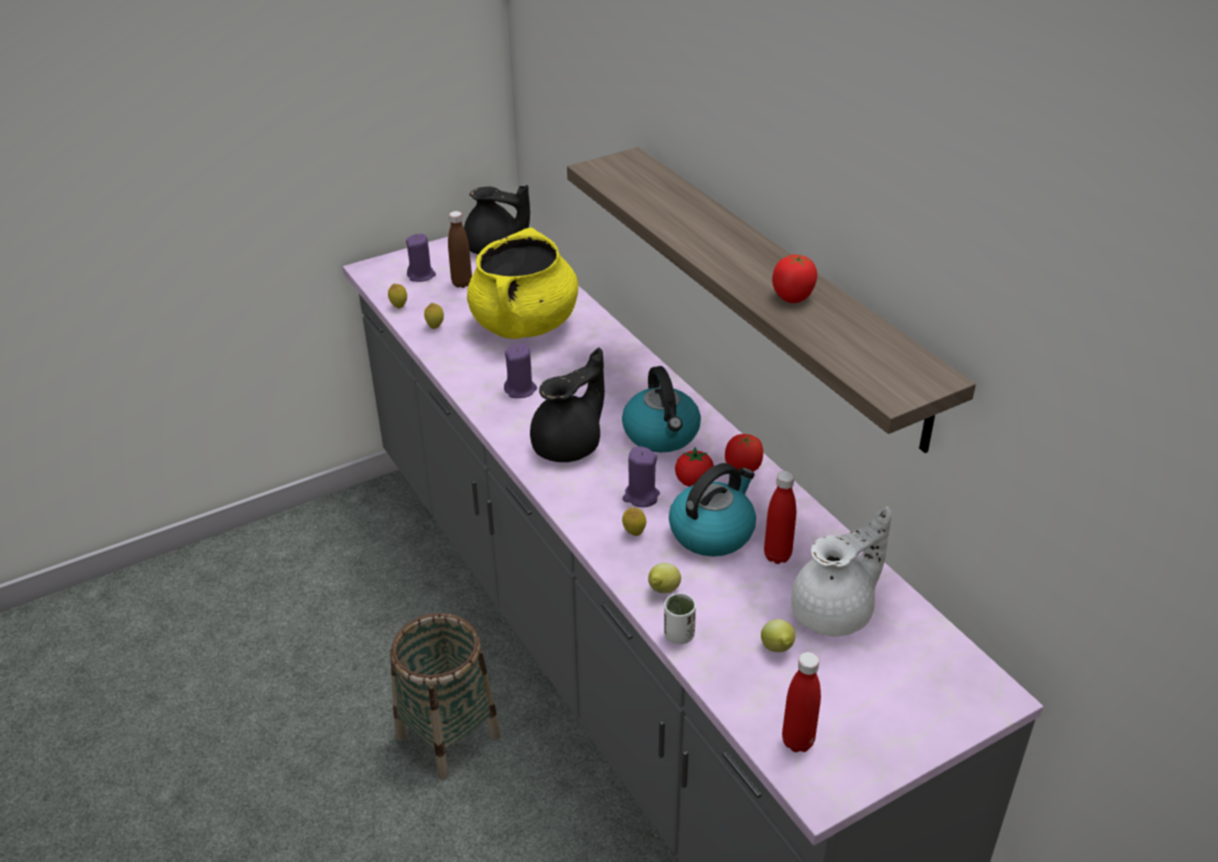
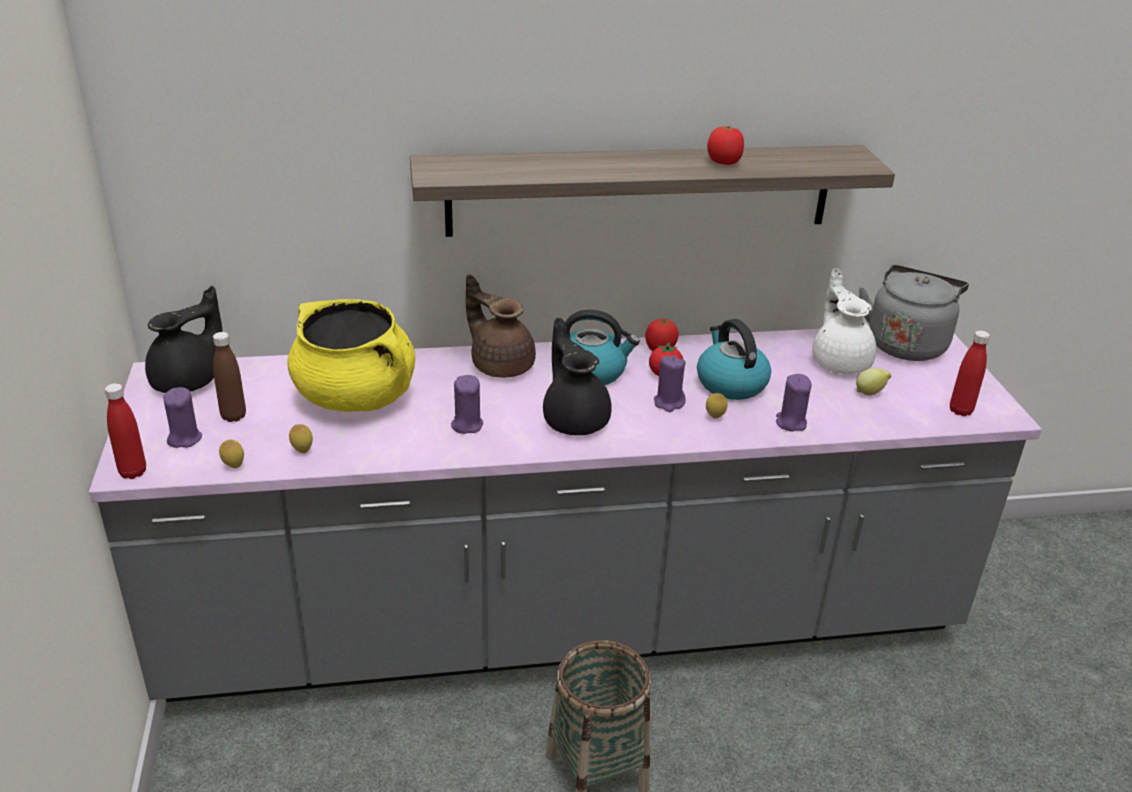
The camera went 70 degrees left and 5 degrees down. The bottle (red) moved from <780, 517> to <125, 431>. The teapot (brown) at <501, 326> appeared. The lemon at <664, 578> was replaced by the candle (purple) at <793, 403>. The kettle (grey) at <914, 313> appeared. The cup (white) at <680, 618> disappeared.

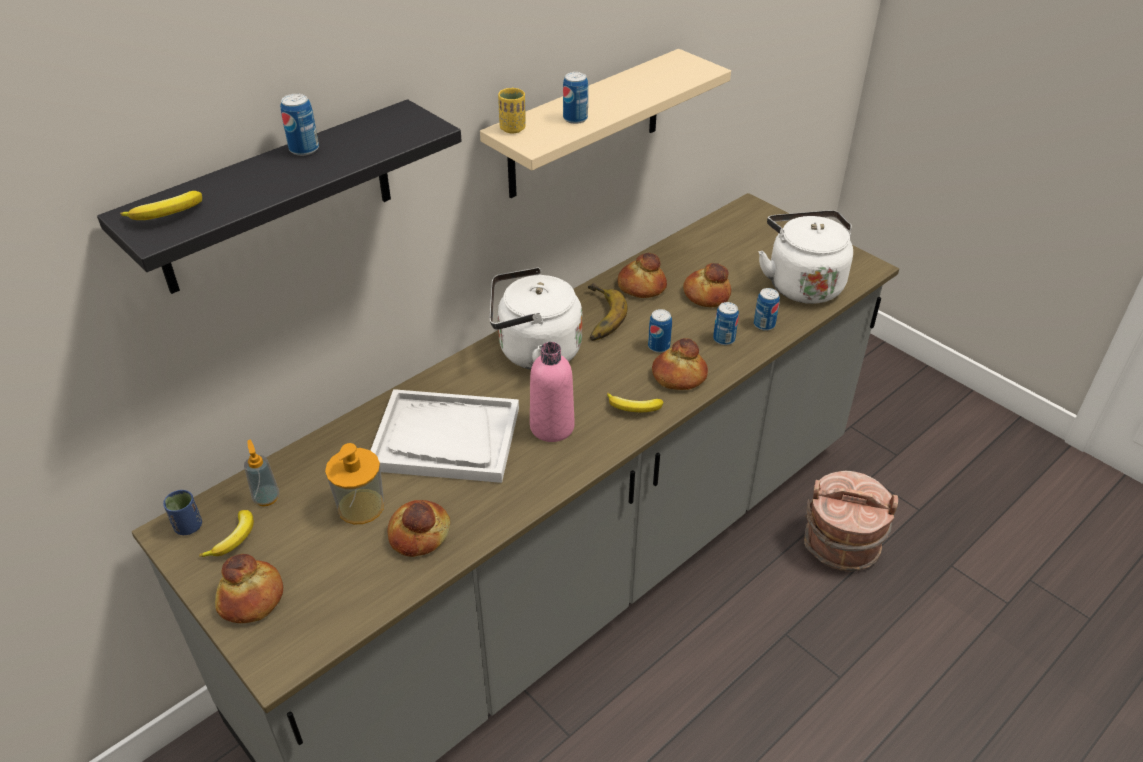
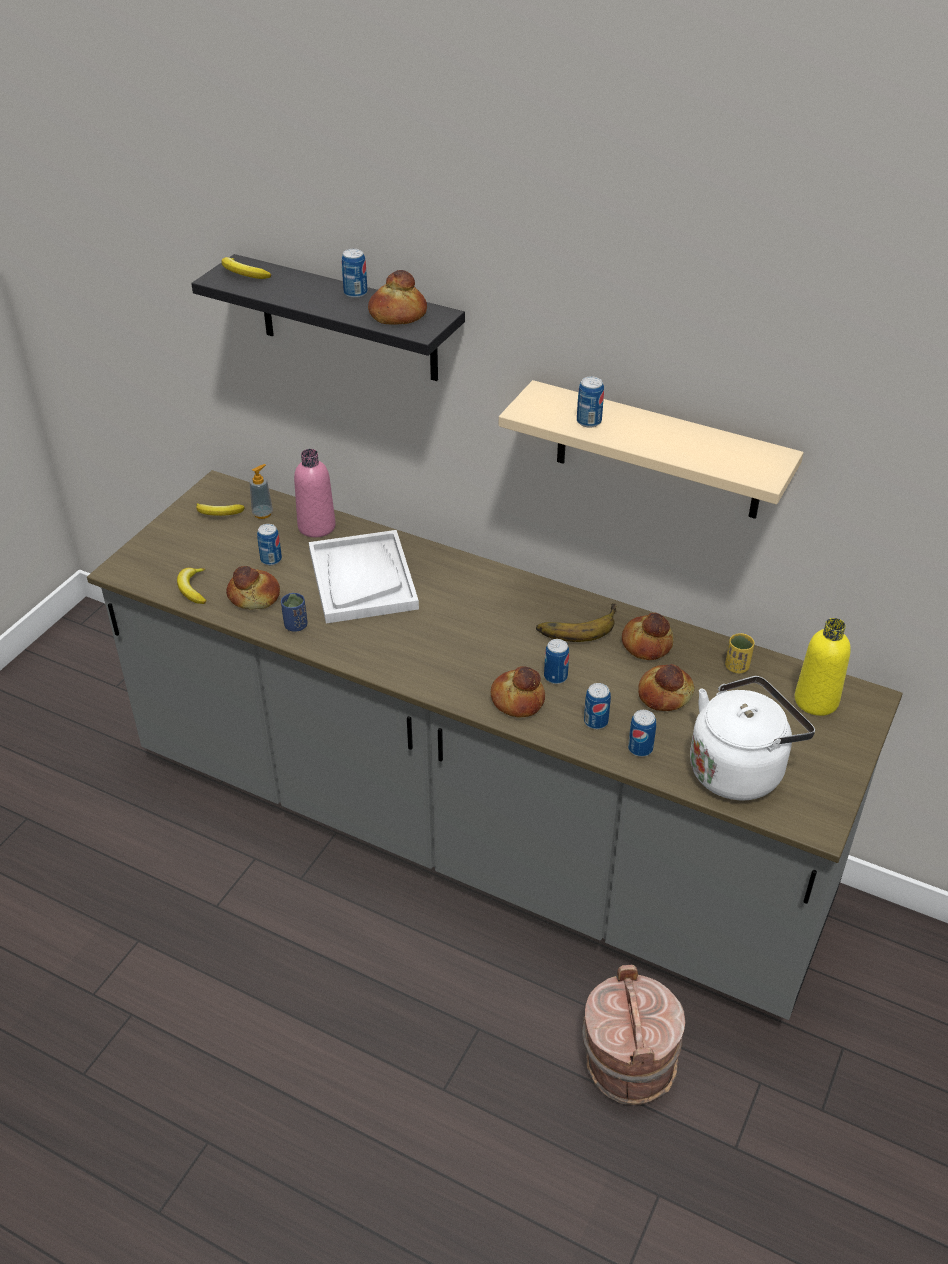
The camera went 70 degrees right and 0 degrees up. The banana moved from <635, 402> to <192, 585>. The soap dispenser at <354, 483> was replaced by the can at <269, 544>. The cup (blue) moved from <182, 512> to <294, 612>. The bottle (pink) moved from <552, 392> to <315, 493>. The bread moved from <249, 588> to <397, 297>. The cup (yellow) moved from <512, 111> to <739, 653>. The bottle (yellow) at <823, 667> appeared. The kettle (white) at <536, 318> disappeared.

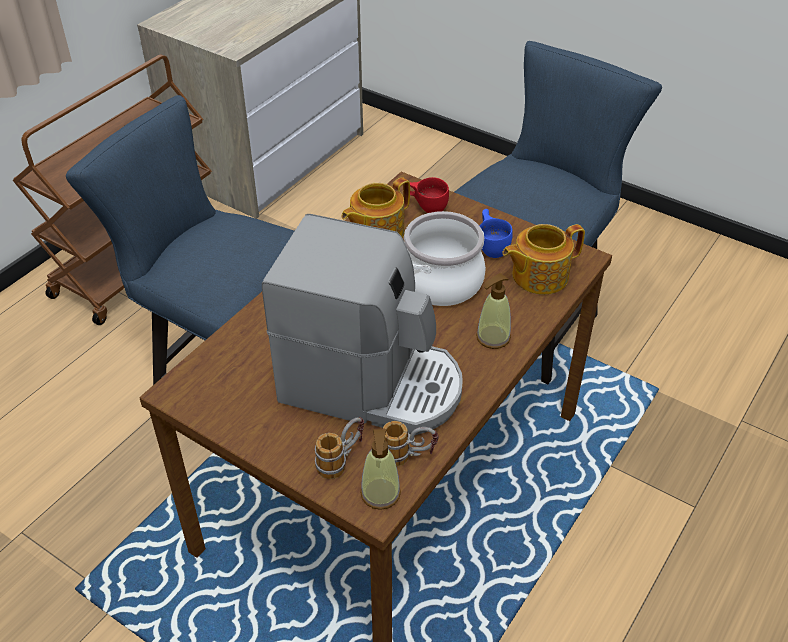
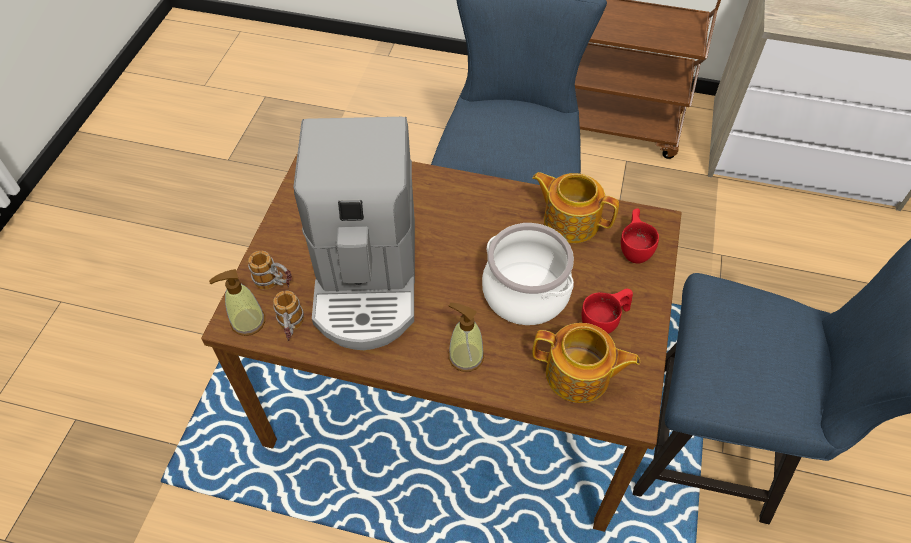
The camera went 70 degrees right and 10 degrees up. The teapot at <543, 259> turned 150 degrees clockwise. The cup (blue) at <496, 233> became the cup (red) at <607, 311>.

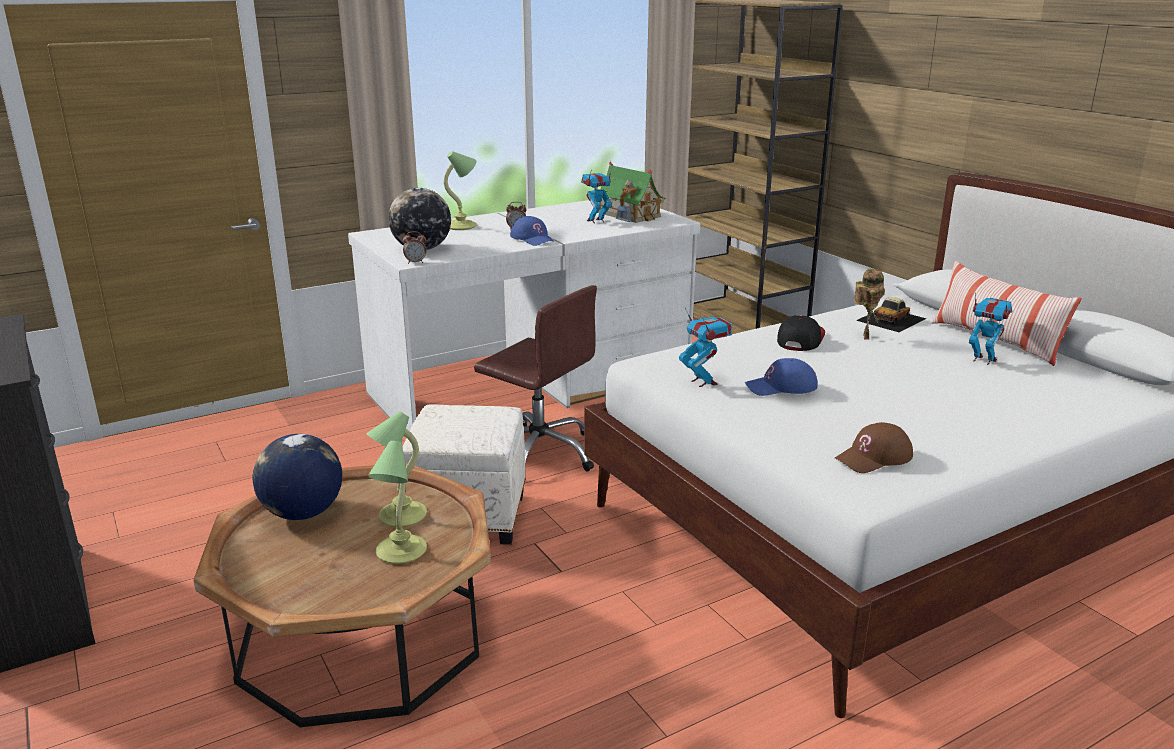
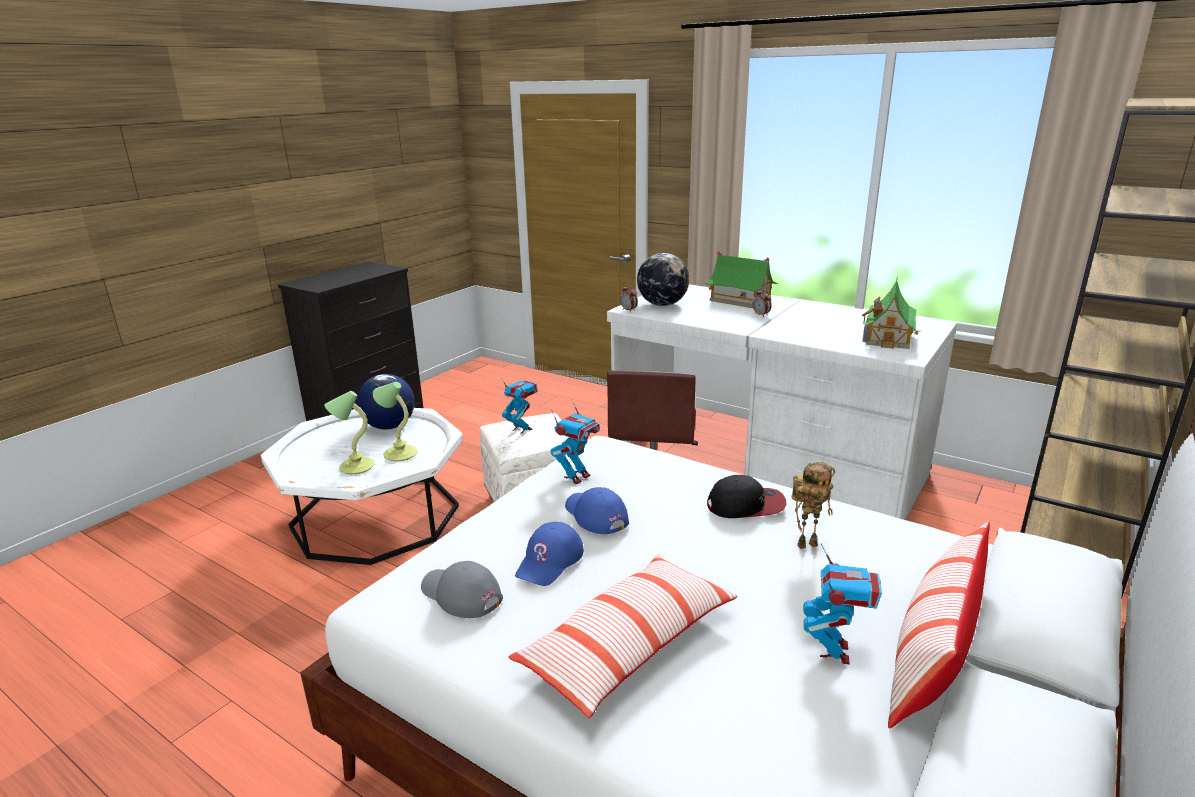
The camera went 65 degrees right and 0 degrees up. The coffee table (brown) at <342, 595> became the coffee table (white) at <362, 486>. The cap (brown) at <874, 447> became the cap (grey) at <462, 589>. The toy robot moved from <596, 195> to <519, 406>. The pillow at <623, 636> appeared. The cap (blue) moved from <532, 231> to <549, 554>. The table lamp at <460, 190> was replaced by the toy house at <742, 279>. The toy car at <891, 314> disappeared.

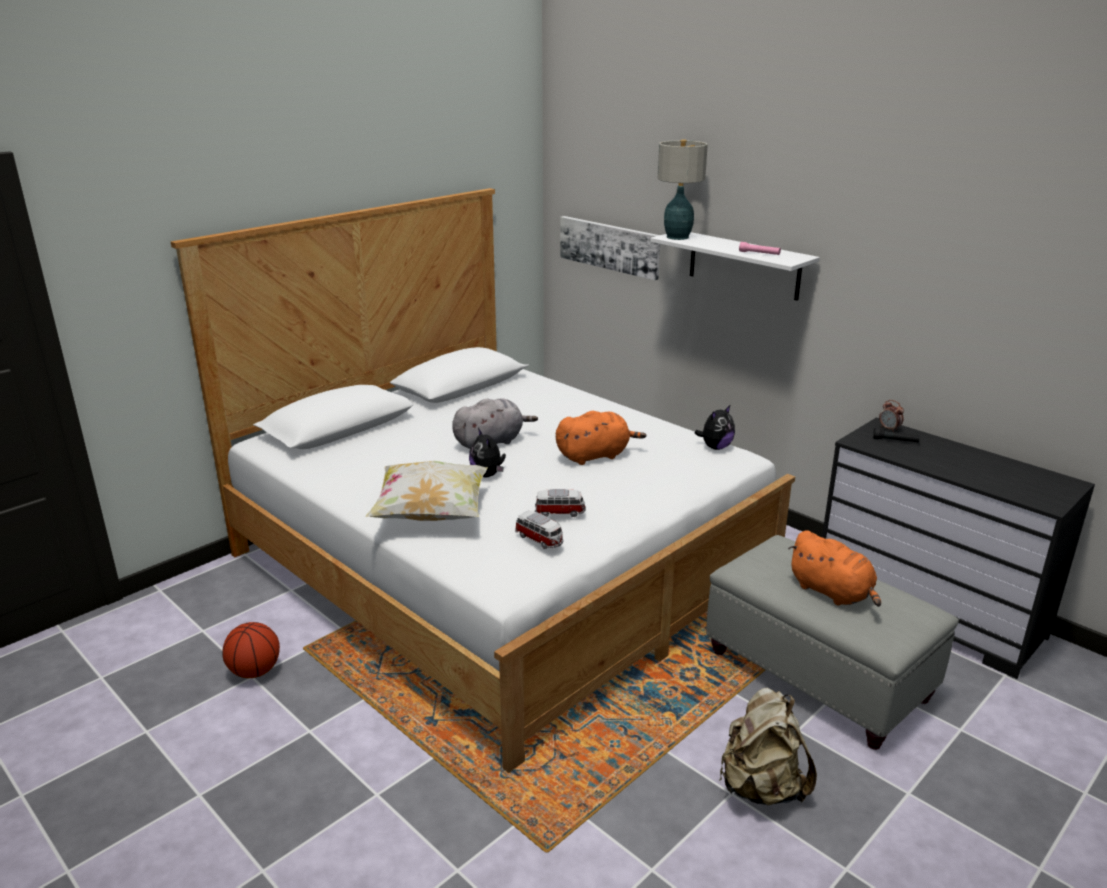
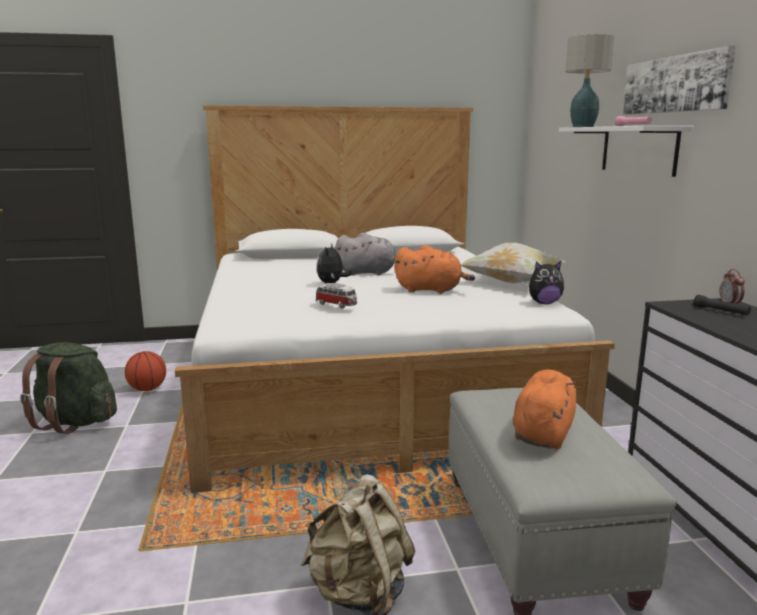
The camera went 35 degrees right and 10 degrees down. The backpack (green) at <68, 388> appeared. The pillow moved from <426, 491> to <513, 263>. The plush toy (orange) at <834, 568> turned 150 degrees counterclockwise. The picture moved from <610, 248> to <679, 80>. The toy car at <539, 530> disappeared.

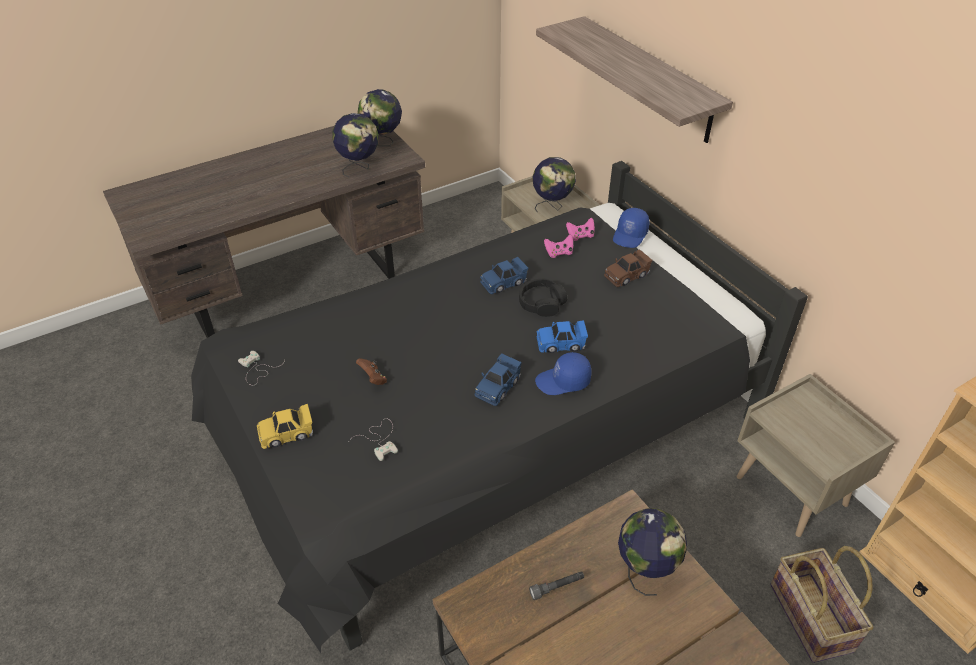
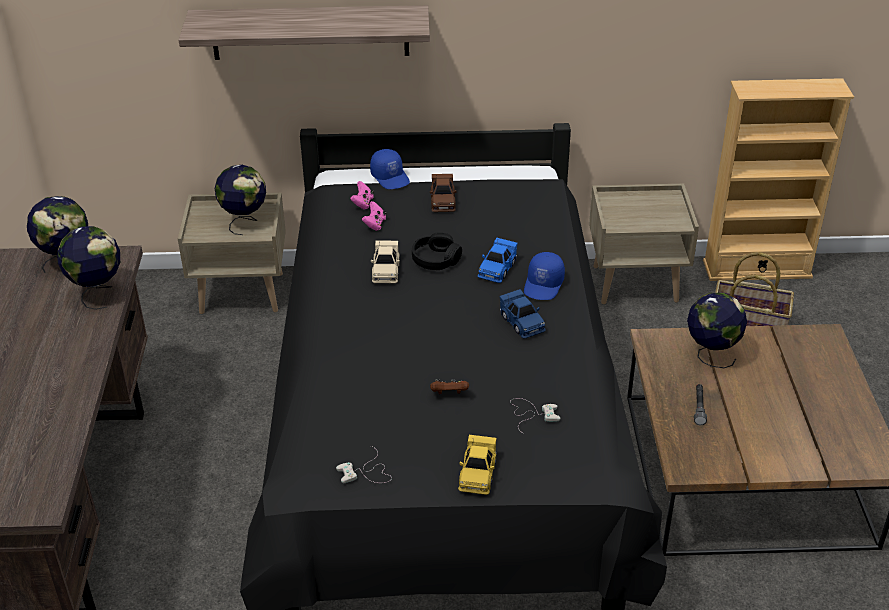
The camera went 60 degrees left and 5 degrees down. The toy car (blue) at <504, 275> became the toy car (beige) at <385, 262>.

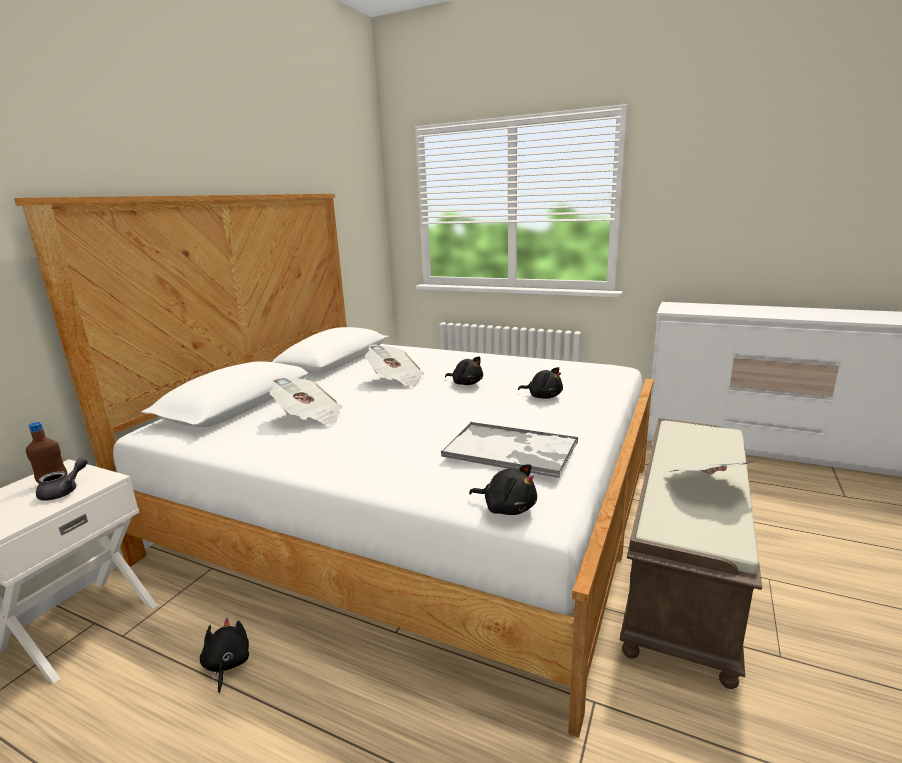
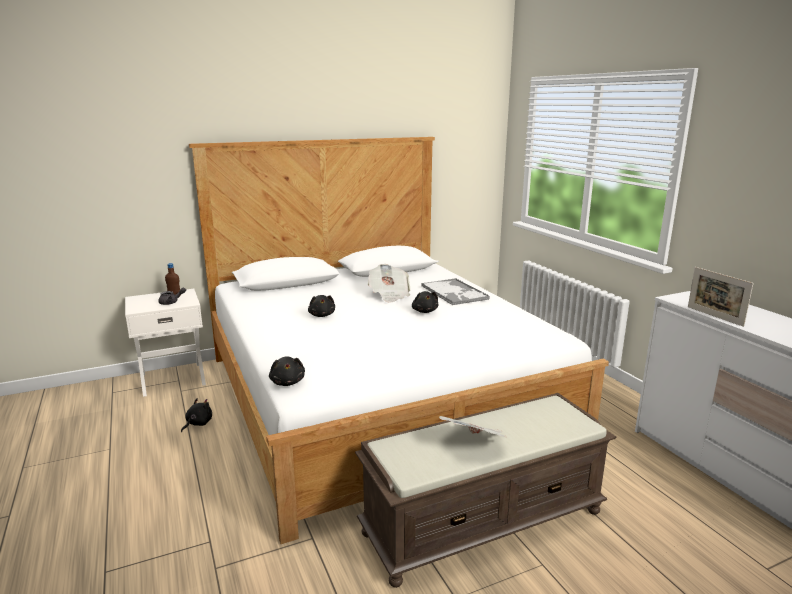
The camera went 40 degrees right and 0 degrees up. The plush toy (black) moved from <540, 383> to <321, 306>. The tray moved from <509, 449> to <455, 291>. The picture frame at <721, 297> appeared. The newspaper at <305, 401> disappeared.

